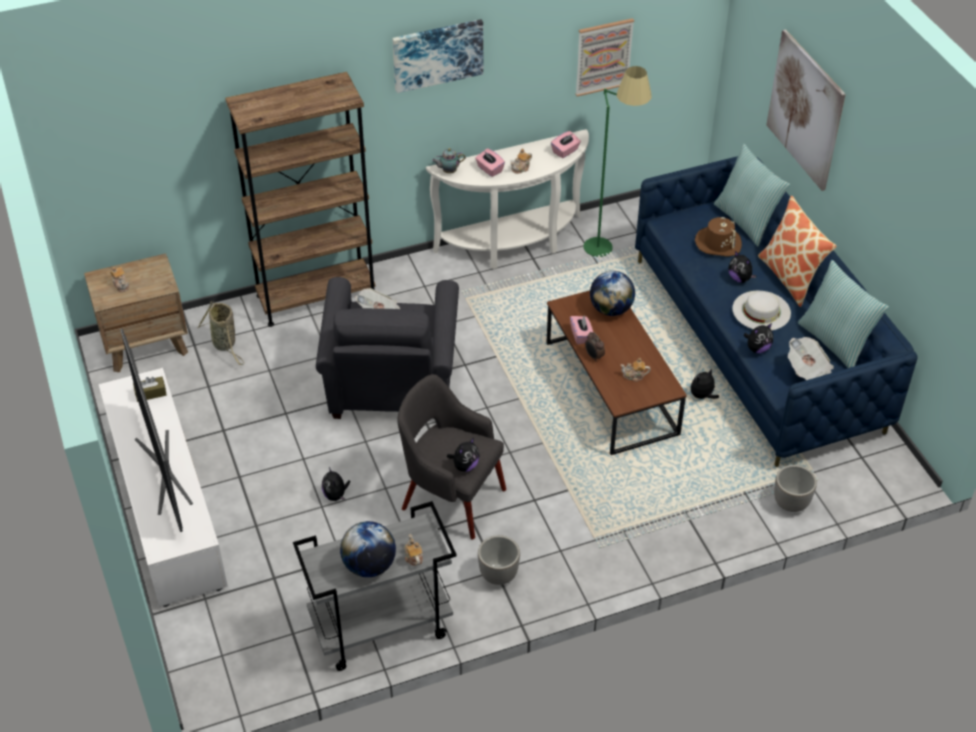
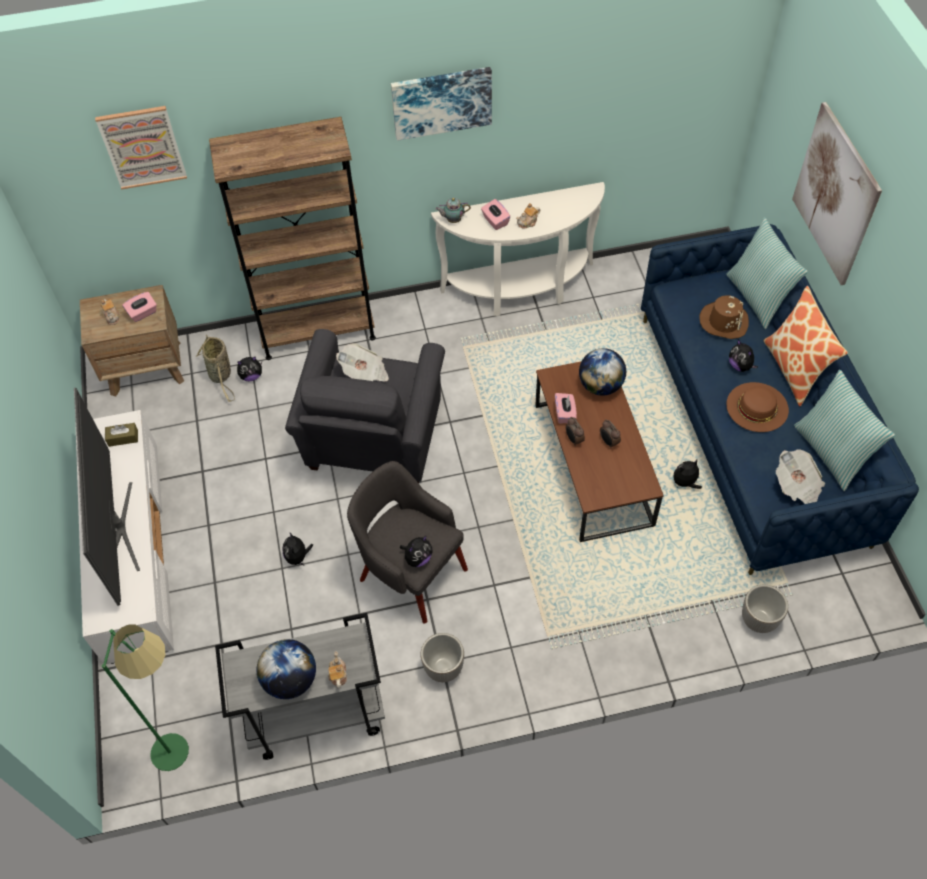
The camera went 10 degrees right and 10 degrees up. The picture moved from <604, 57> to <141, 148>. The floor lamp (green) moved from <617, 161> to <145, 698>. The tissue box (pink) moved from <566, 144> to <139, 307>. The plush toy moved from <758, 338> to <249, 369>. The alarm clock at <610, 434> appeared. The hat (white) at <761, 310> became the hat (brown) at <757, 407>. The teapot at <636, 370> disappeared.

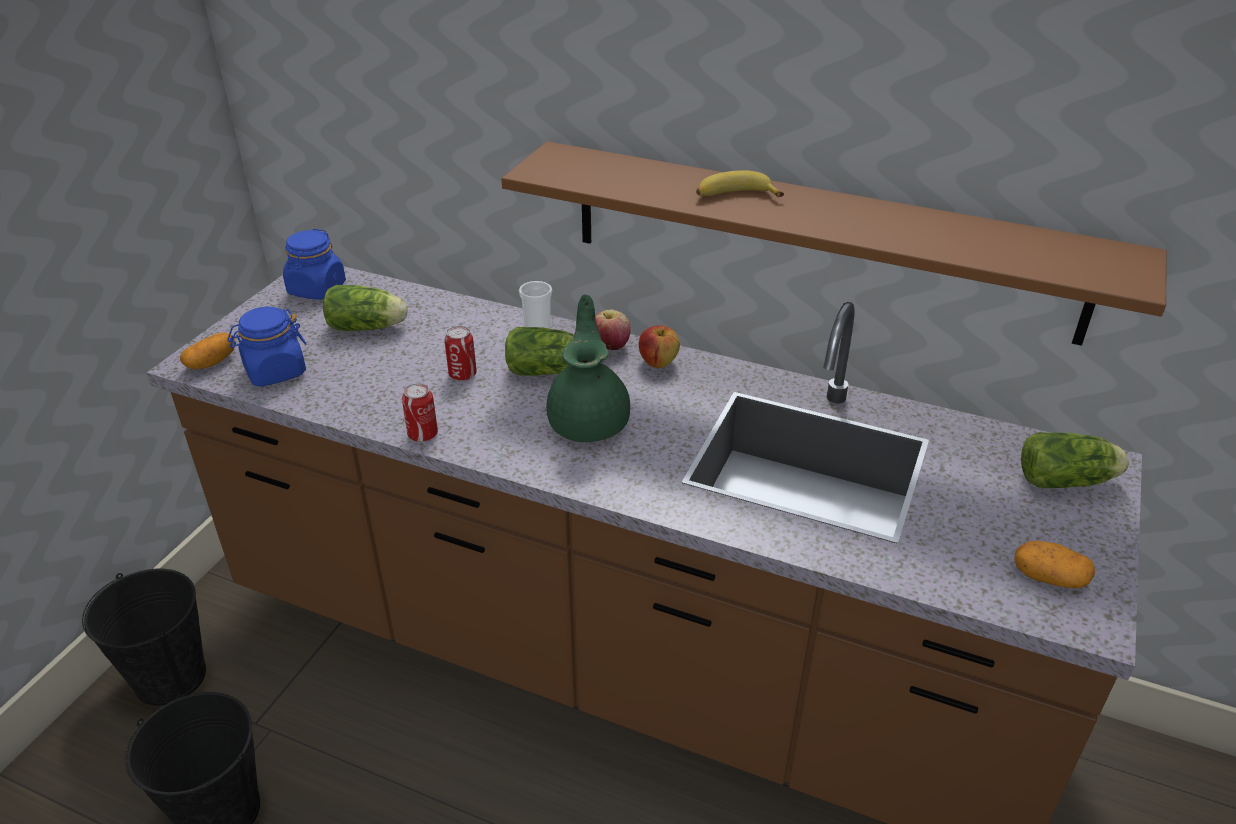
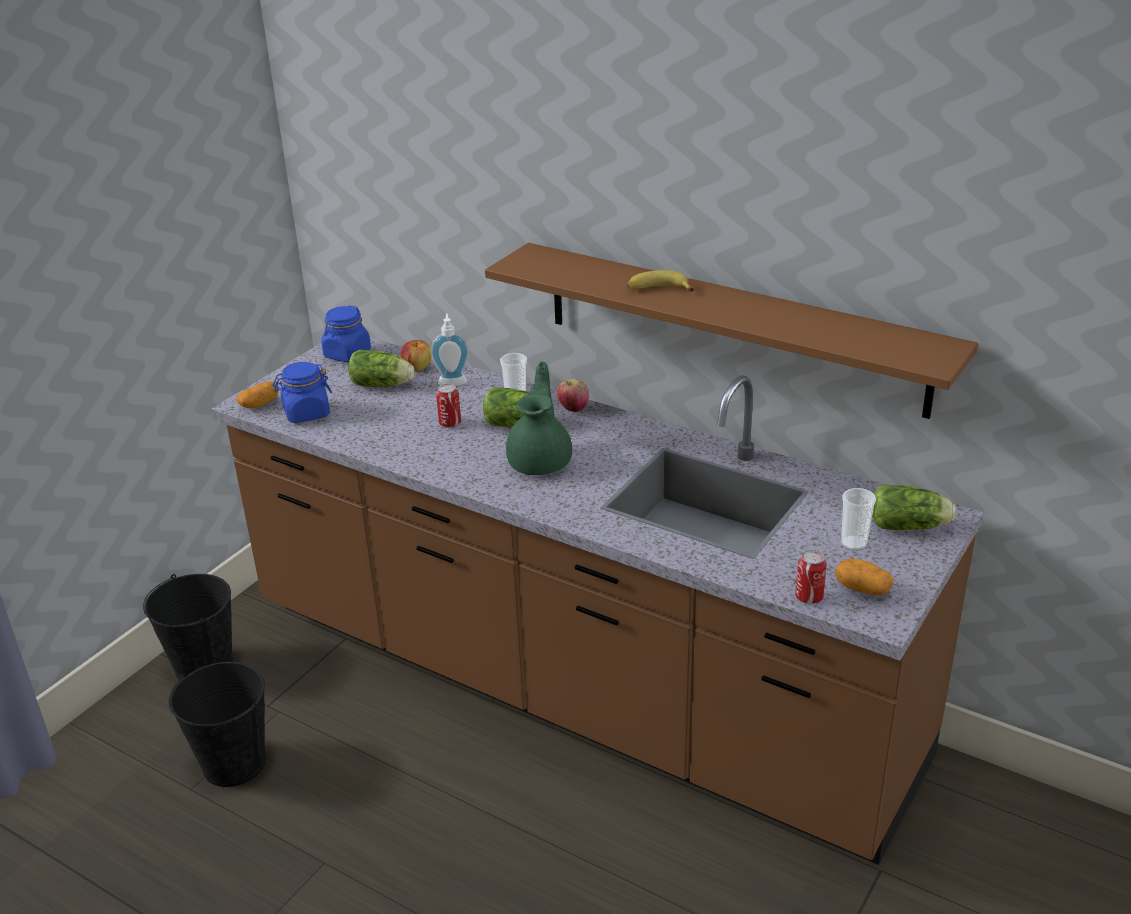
The camera went 10 degrees right and 5 degrees down. The apple moved from <659, 346> to <416, 356>. The soap dispenser at <450, 350> appeared. The can moved from <420, 412> to <811, 577>. The cup at <858, 519> appeared.

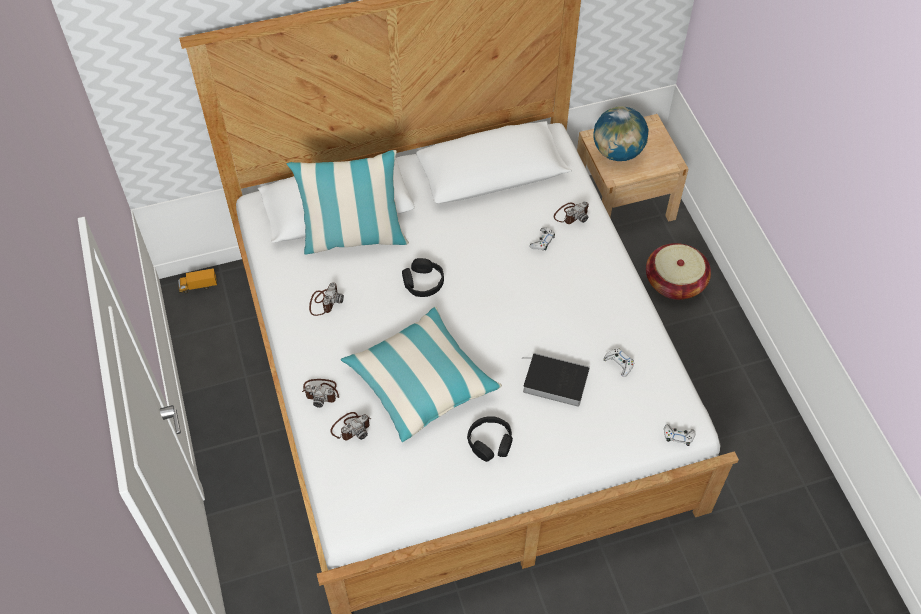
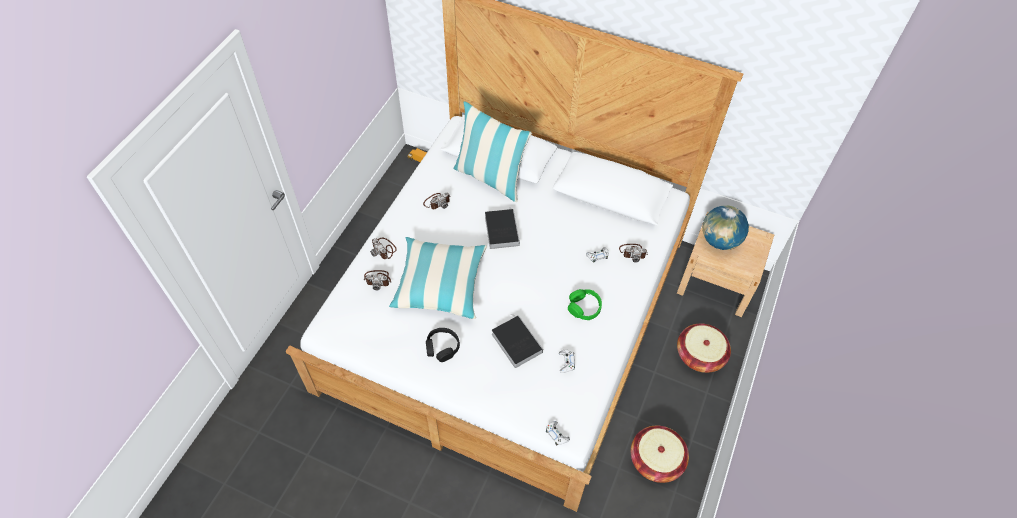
The camera went 40 degrees right and 0 degrees up. The headphones (black) at <423, 277> was replaced by the book at <502, 228>. The headphones (green) at <585, 304> appeared. The basket at <660, 454> appeared.

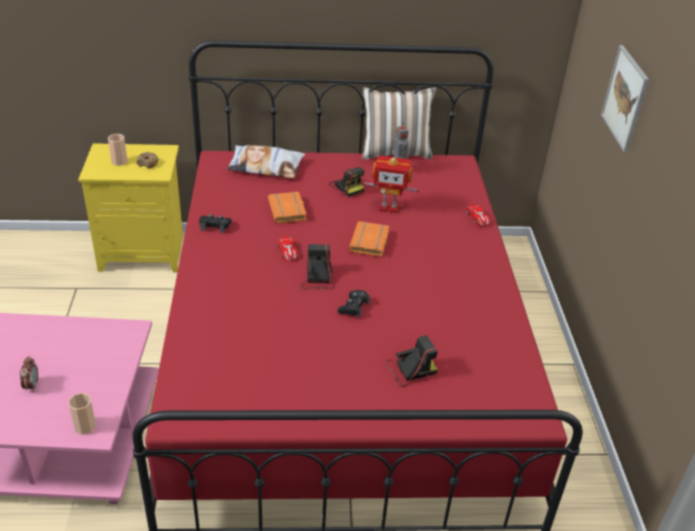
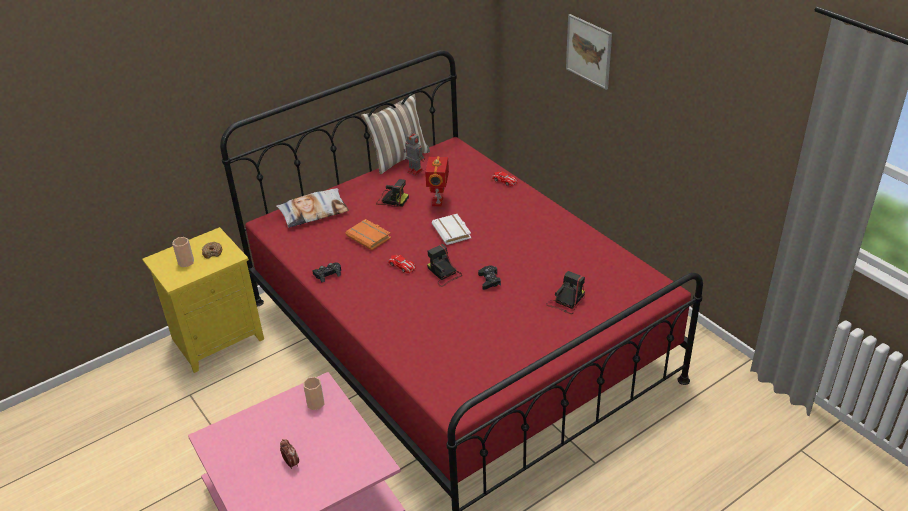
The camera went 30 degrees left and 0 degrees up. The cup moved from <82, 414> to <314, 393>. The toy robot at <391, 185> turned 120 degrees clockwise. The book (orange) at <369, 239> became the book (white) at <451, 229>.

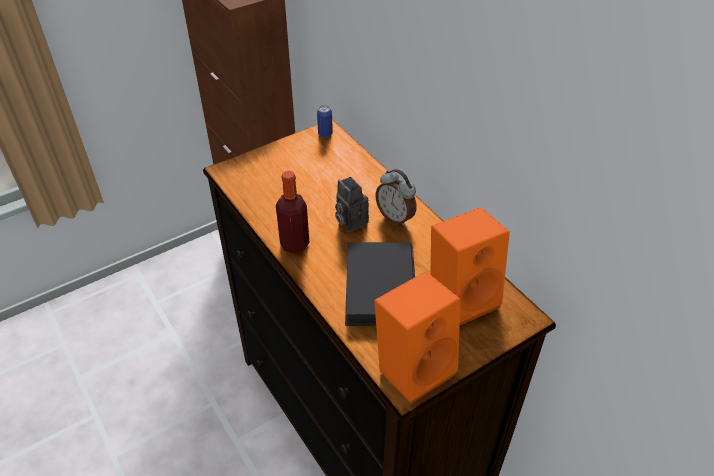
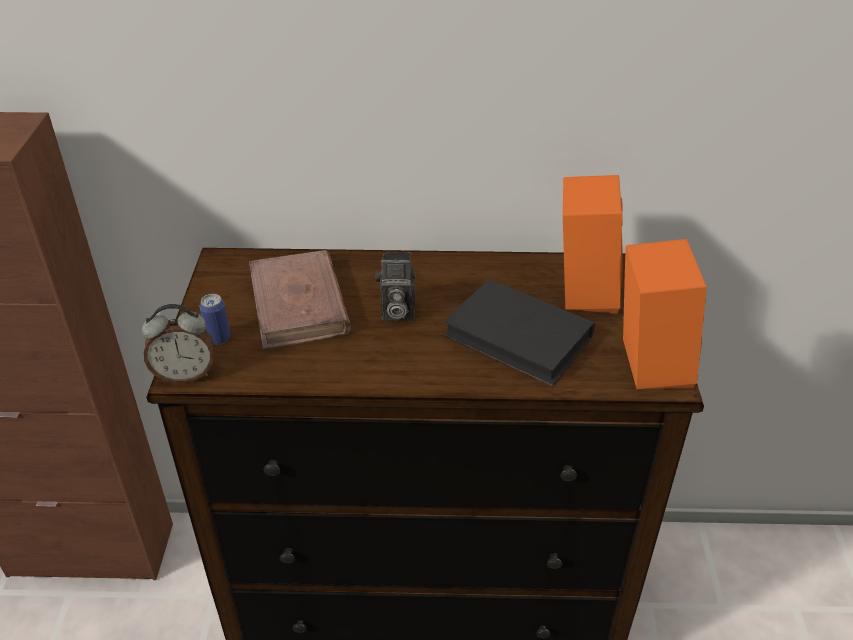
The camera went 55 degrees left and 5 degrees down. The alarm clock moved from <396, 197> to <178, 343>. The can moved from <325, 121> to <214, 319>. The book (brown) at <300, 300> appeared. The bottle at <292, 212> disappeared.

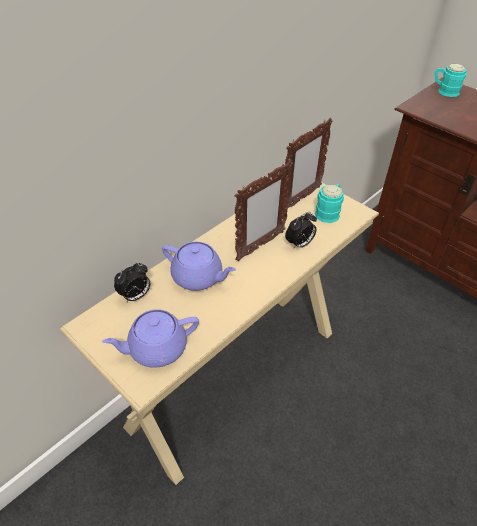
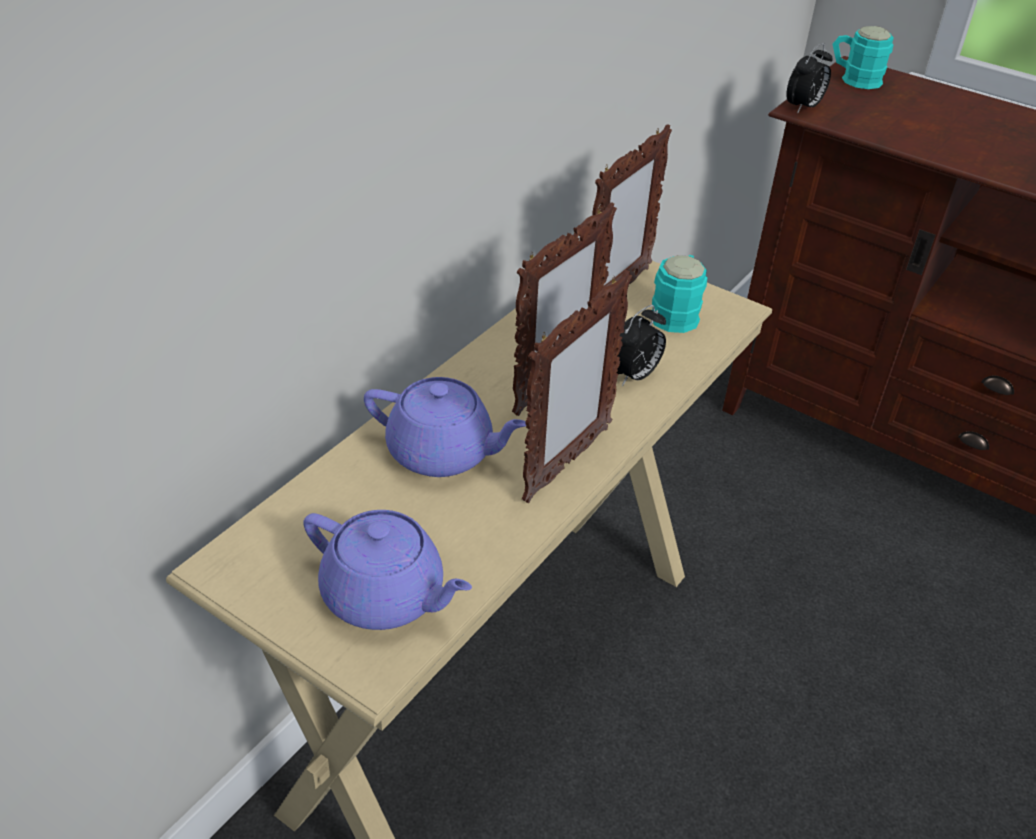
The camera went 10 degrees left and 5 degrees down. The teapot (purple) at <150, 338> turned 120 degrees counterclockwise. The picture frame at <577, 386> appeared. The alarm clock moved from <132, 282> to <809, 78>.

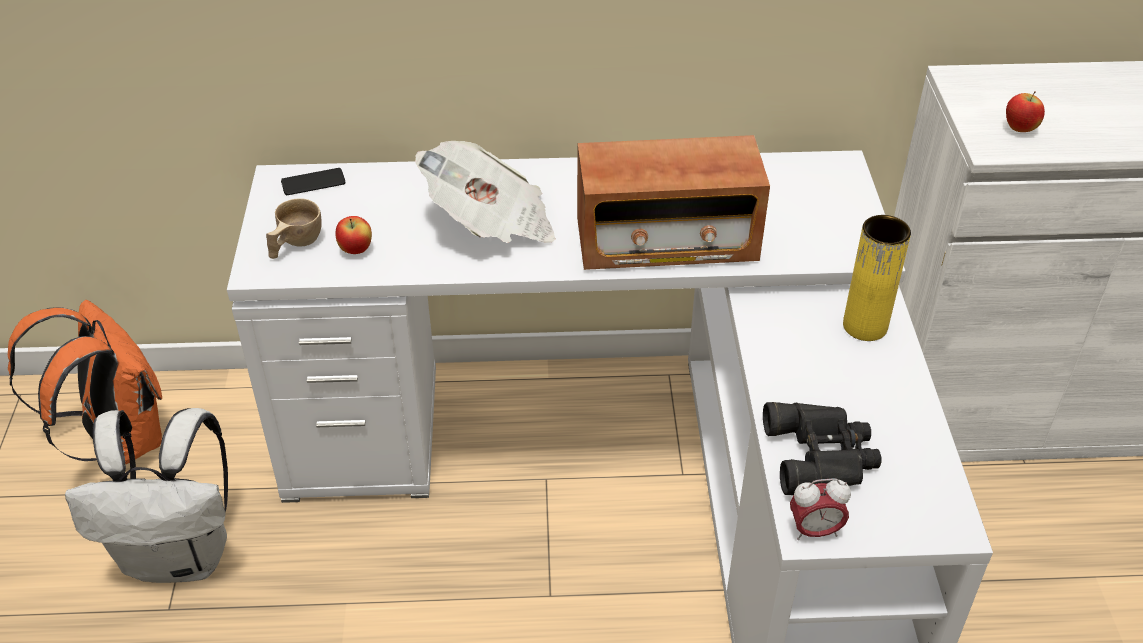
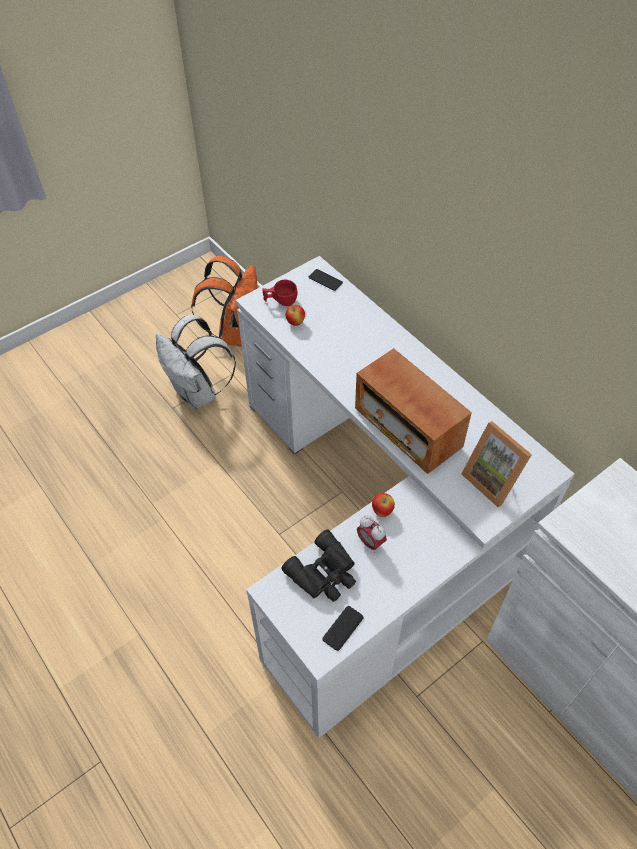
The camera went 55 degrees right and 10 degrees up. The cup (beige) at <293, 228> became the cup (red) at <279, 293>. The phone at <343, 628> appeared. The alarm clock moved from <820, 509> to <372, 534>. The apple moved from <1025, 111> to <383, 505>. The picture frame at <496, 464> appeared. The newspaper at <485, 192> disappeared. The vase (yellow) at <877, 278> disappeared.

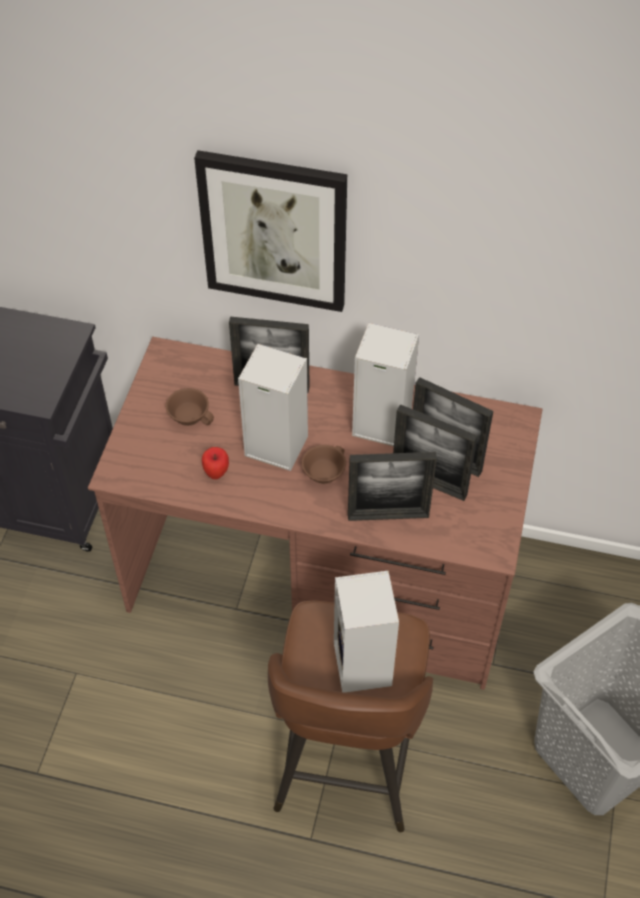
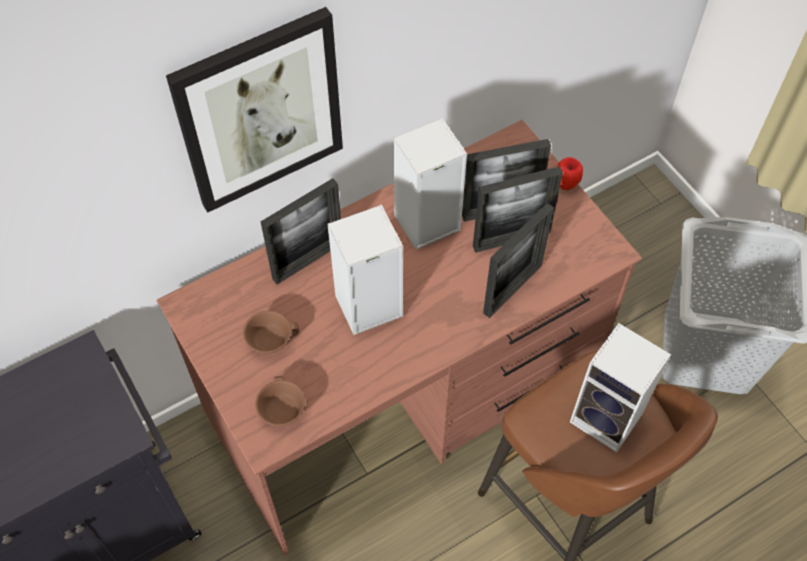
The camera went 45 degrees left and 5 degrees up. The cup (brown) moved from <324, 464> to <280, 401>. The apple moved from <215, 463> to <570, 173>.

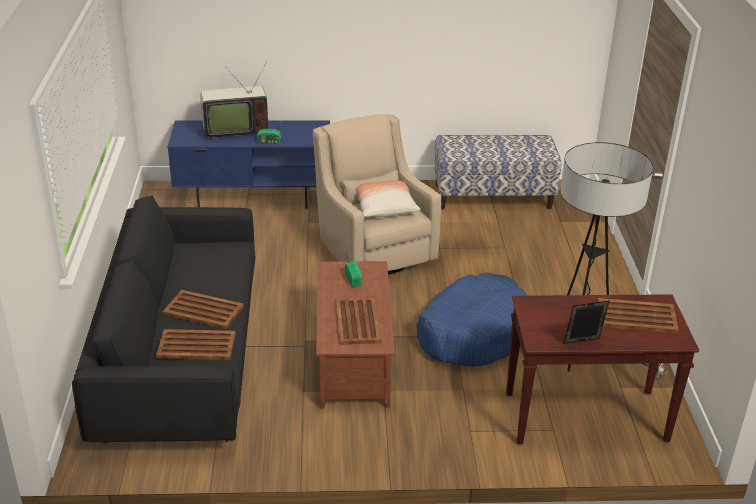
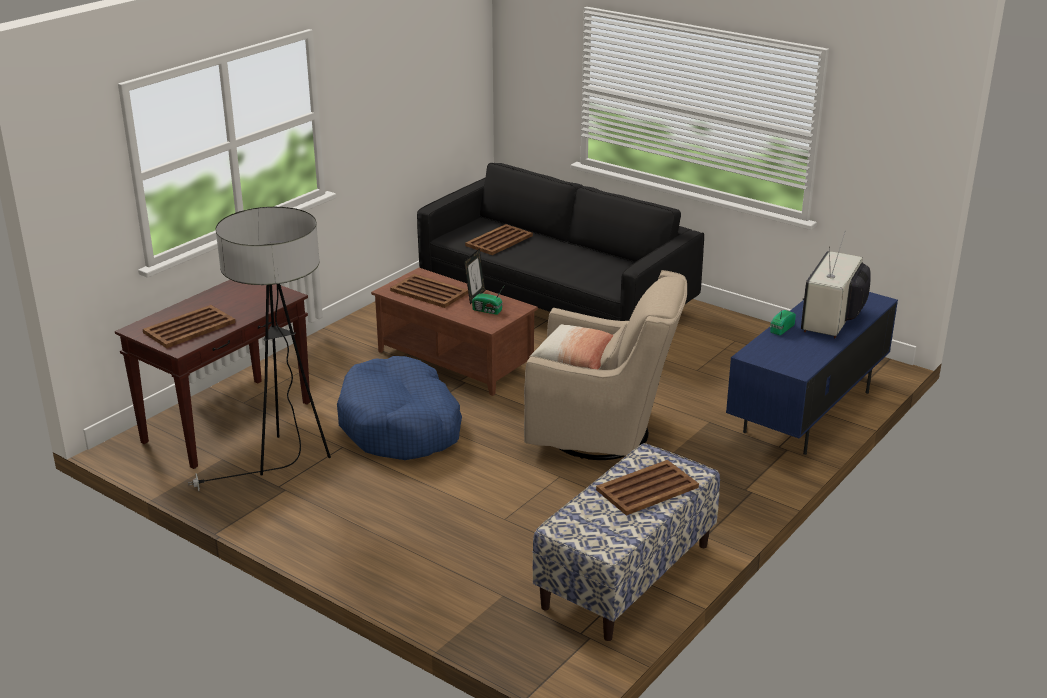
The camera went 130 degrees right and 5 degrees down. The picture frame moved from <587, 322> to <474, 276>. The tray (brown) moved from <203, 309> to <647, 488>.

